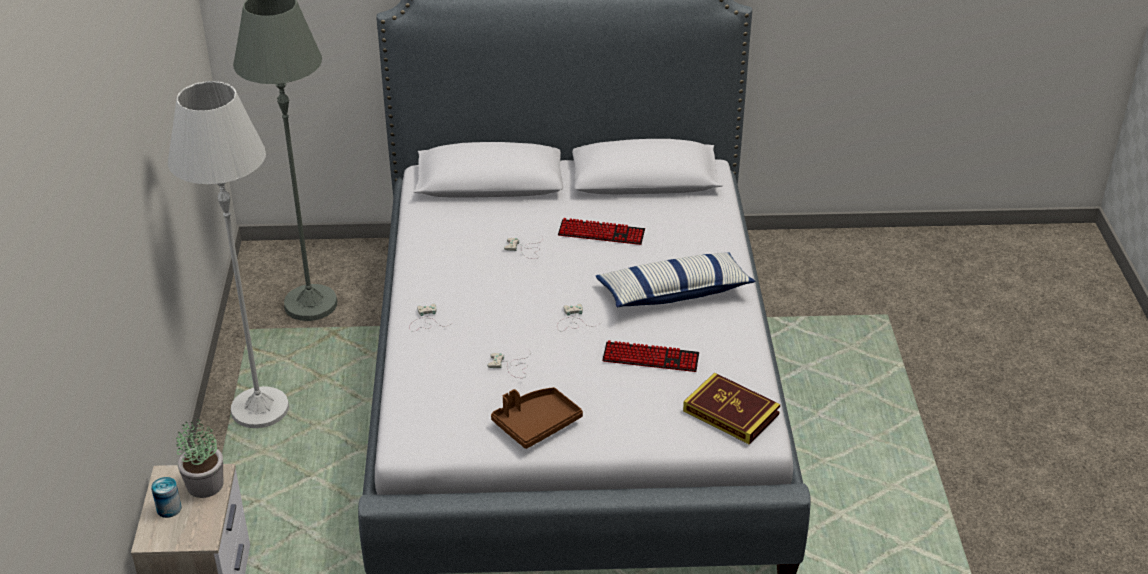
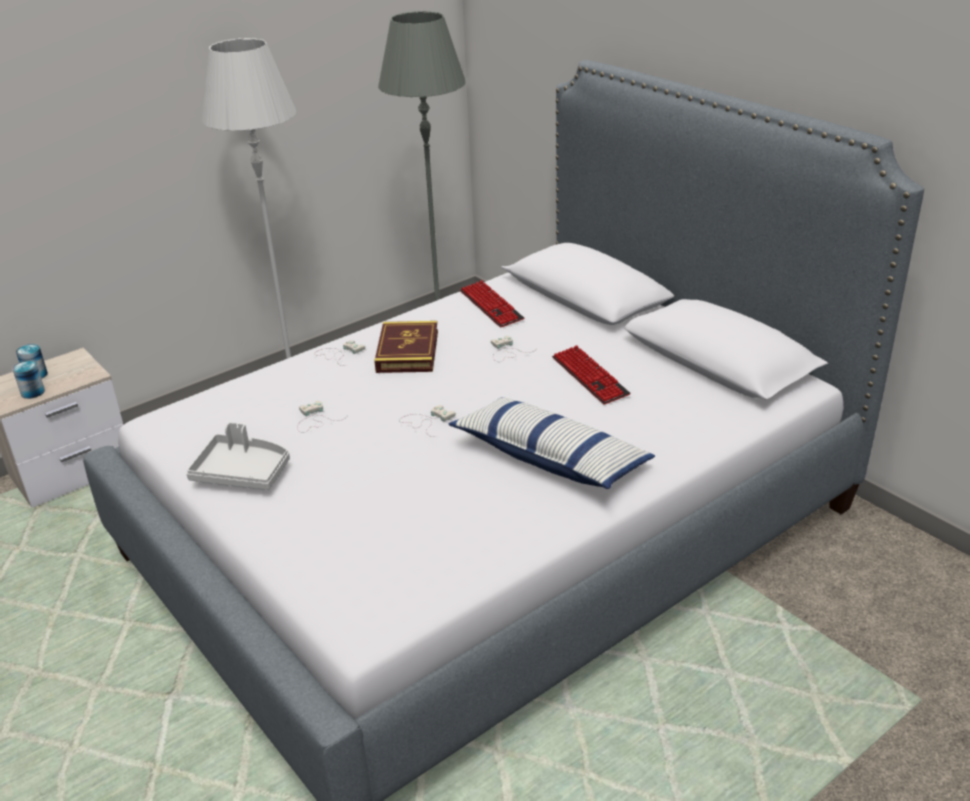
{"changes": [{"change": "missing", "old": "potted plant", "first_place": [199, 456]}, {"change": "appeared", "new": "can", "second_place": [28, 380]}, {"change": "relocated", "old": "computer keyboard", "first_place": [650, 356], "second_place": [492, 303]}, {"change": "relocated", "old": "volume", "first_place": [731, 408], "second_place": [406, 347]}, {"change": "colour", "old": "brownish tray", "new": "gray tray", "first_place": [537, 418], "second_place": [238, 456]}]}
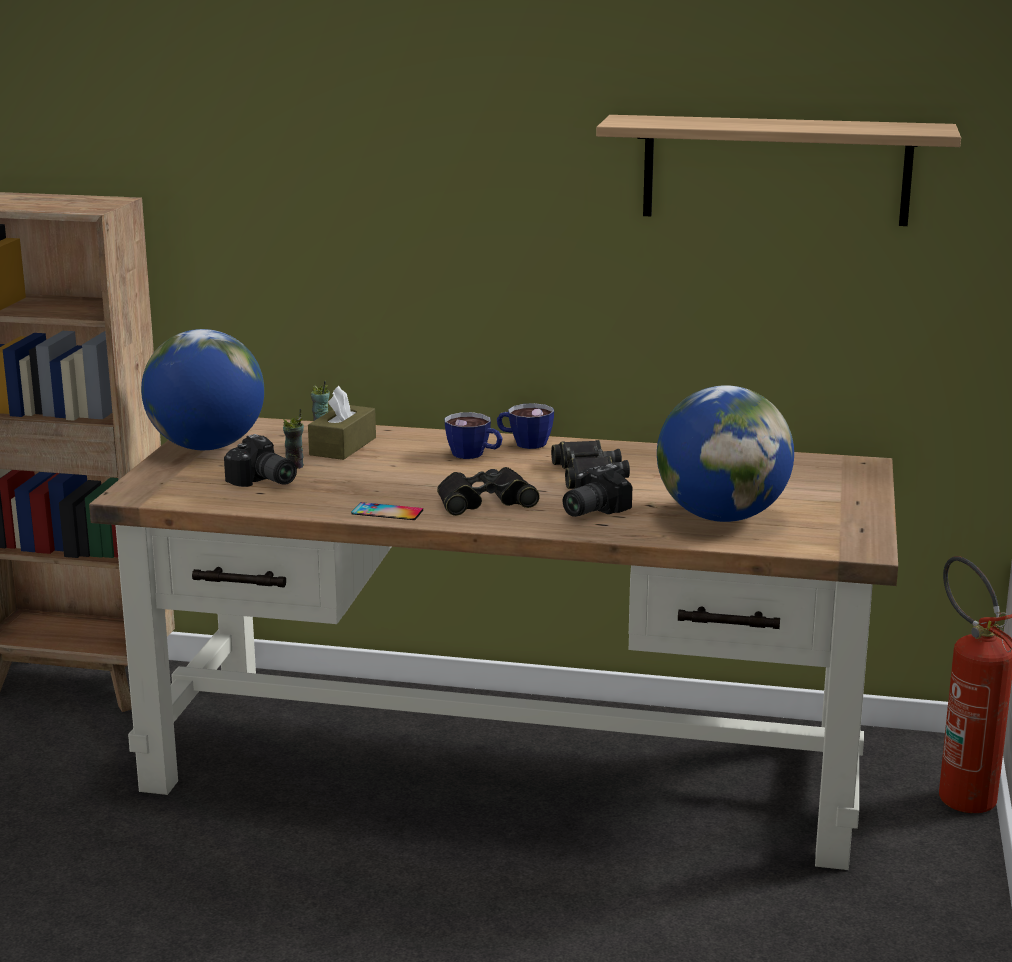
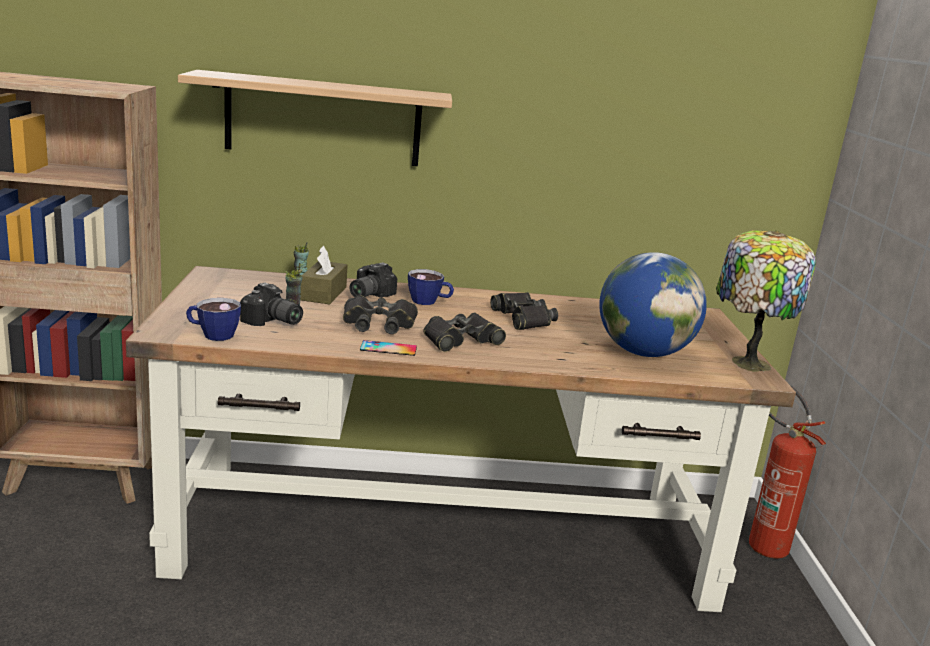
{"changes": [{"change": "missing", "old": "globe", "first_place": [203, 389]}, {"change": "appeared", "new": "black-coloured field glasses", "second_place": [380, 314]}, {"change": "appeared", "new": "tabletop lamp", "second_place": [766, 301]}, {"change": "relocated", "old": "small cup", "first_place": [525, 426], "second_place": [213, 319]}, {"change": "relocated", "old": "still camera", "first_place": [597, 490], "second_place": [373, 279]}, {"change": "relocated", "old": "bracket shelf", "first_place": [778, 170], "second_place": [315, 118]}]}
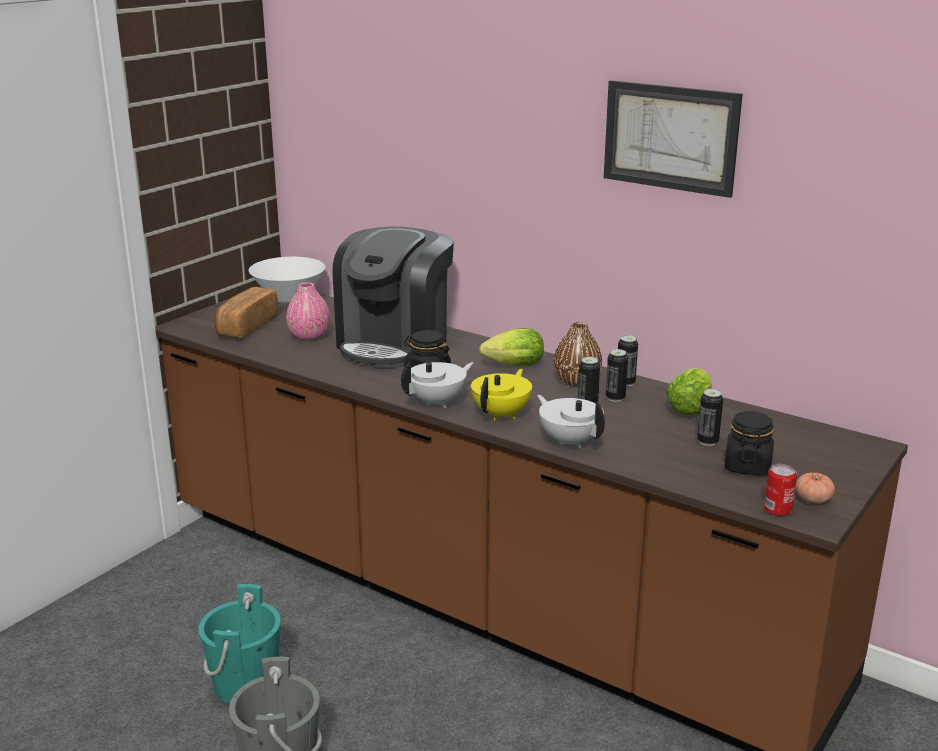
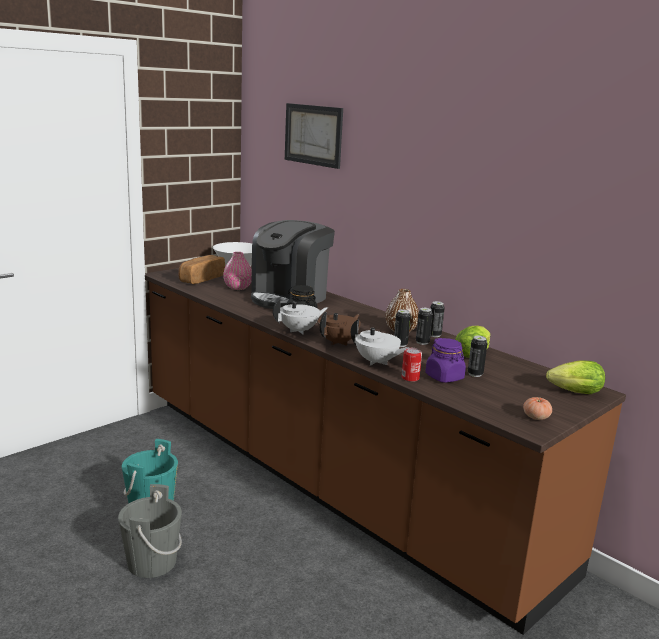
{"changes": [{"change": "missing", "old": "black-coloured jar", "first_place": [749, 443]}, {"change": "appeared", "new": "purple jar", "second_place": [445, 360]}, {"change": "relocated", "old": "lettuce", "first_place": [511, 347], "second_place": [575, 377]}, {"change": "relocated", "old": "wall picture", "first_place": [673, 139], "second_place": [314, 136]}, {"change": "relocated", "old": "can", "first_place": [780, 490], "second_place": [411, 365]}, {"change": "colour", "old": "yellowish pot for tea", "new": "brownish pot for tea", "first_place": [501, 395], "second_place": [339, 329]}, {"change": "spun", "old": "whitish pot for tea", "first_place": [571, 421], "second_place": [380, 342], "degrees": 150}]}
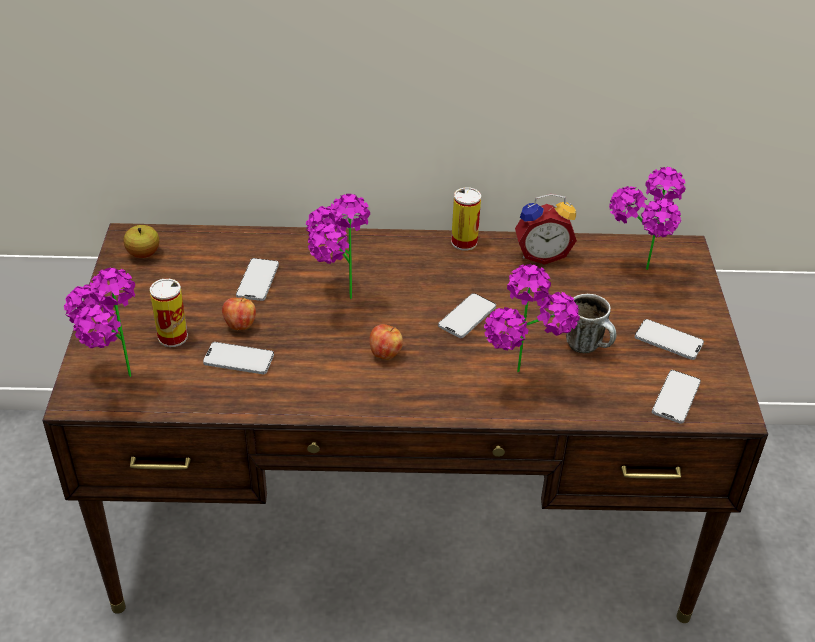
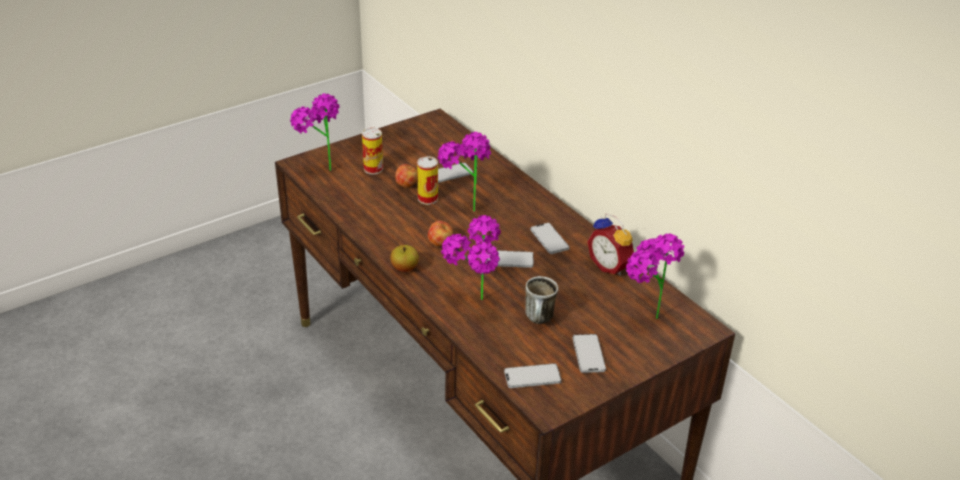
{"changes": [{"change": "relocated", "old": "apple fruit", "first_place": [141, 241], "second_place": [404, 258]}, {"change": "relocated", "old": "telephone", "first_place": [238, 358], "second_place": [550, 238]}, {"change": "relocated", "old": "can", "first_place": [466, 219], "second_place": [427, 180]}]}
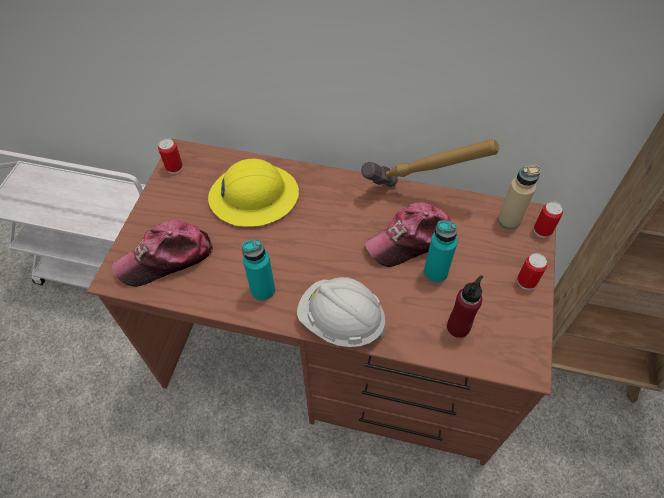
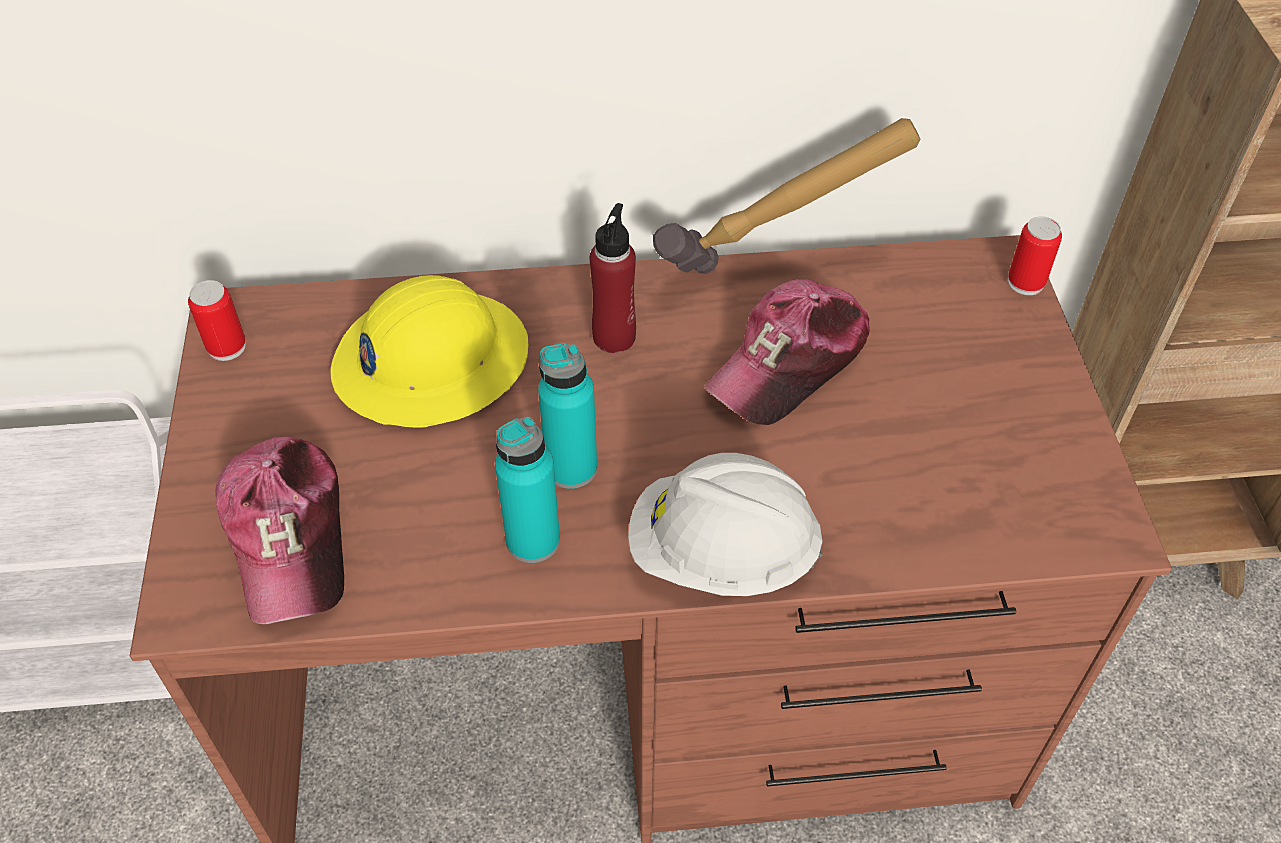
{"changes": [{"change": "missing", "old": "sand-coloured drink bottle", "first_place": [519, 197]}, {"change": "missing", "old": "can", "first_place": [532, 271]}, {"change": "relocated", "old": "blue-green drink bottle", "first_place": [441, 252], "second_place": [567, 416]}, {"change": "relocated", "old": "reddish drink bottle", "first_place": [465, 306], "second_place": [613, 278]}, {"change": "spun", "old": "peaked cap", "first_place": [162, 254], "second_place": [279, 530], "degrees": -60}]}
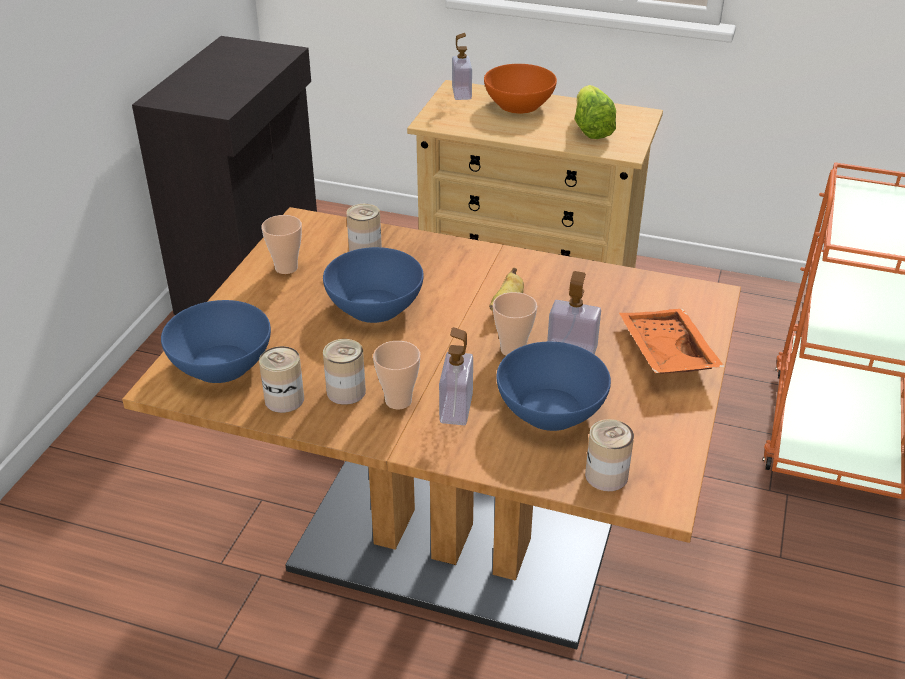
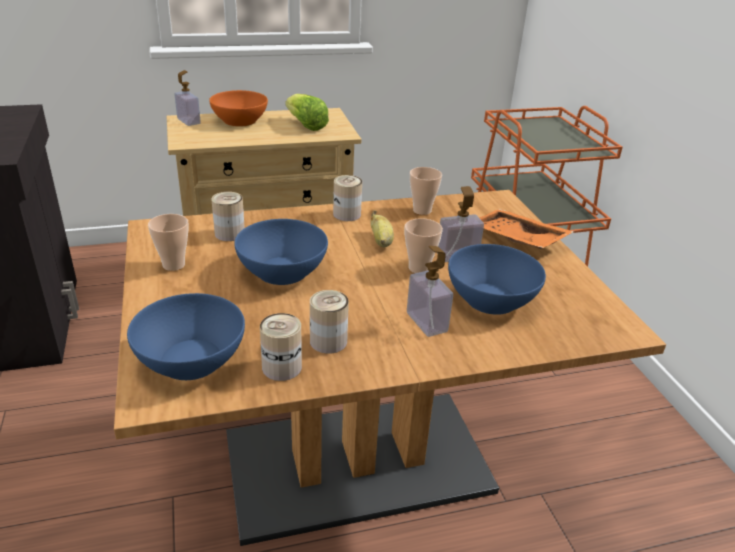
{"changes": [{"change": "relocated", "old": "small cup", "first_place": [396, 375], "second_place": [426, 191]}, {"change": "relocated", "old": "can", "first_place": [609, 455], "second_place": [347, 198]}]}
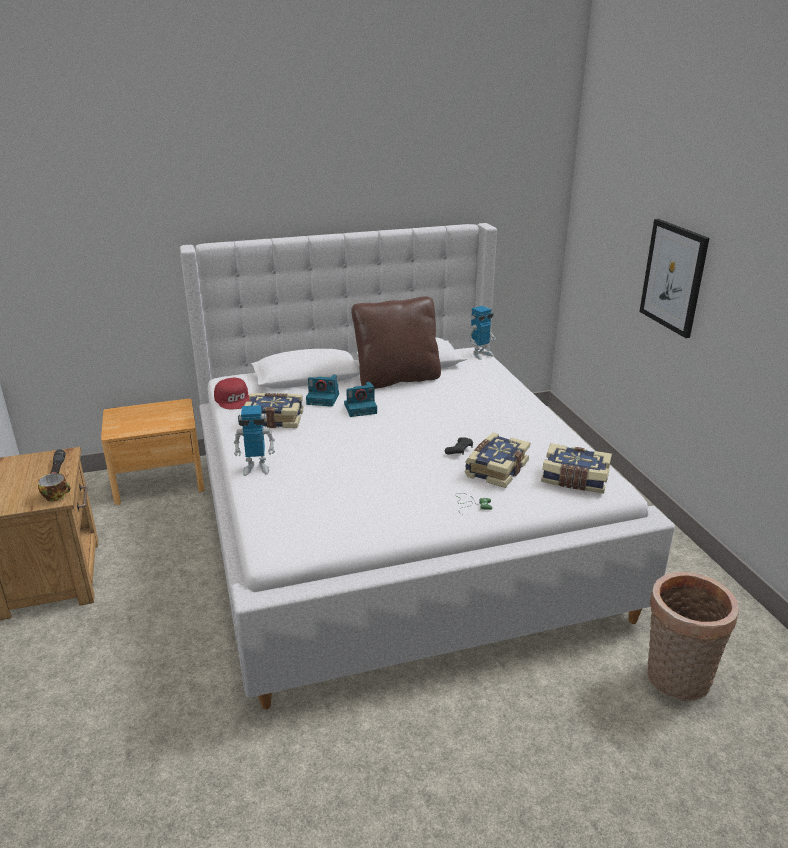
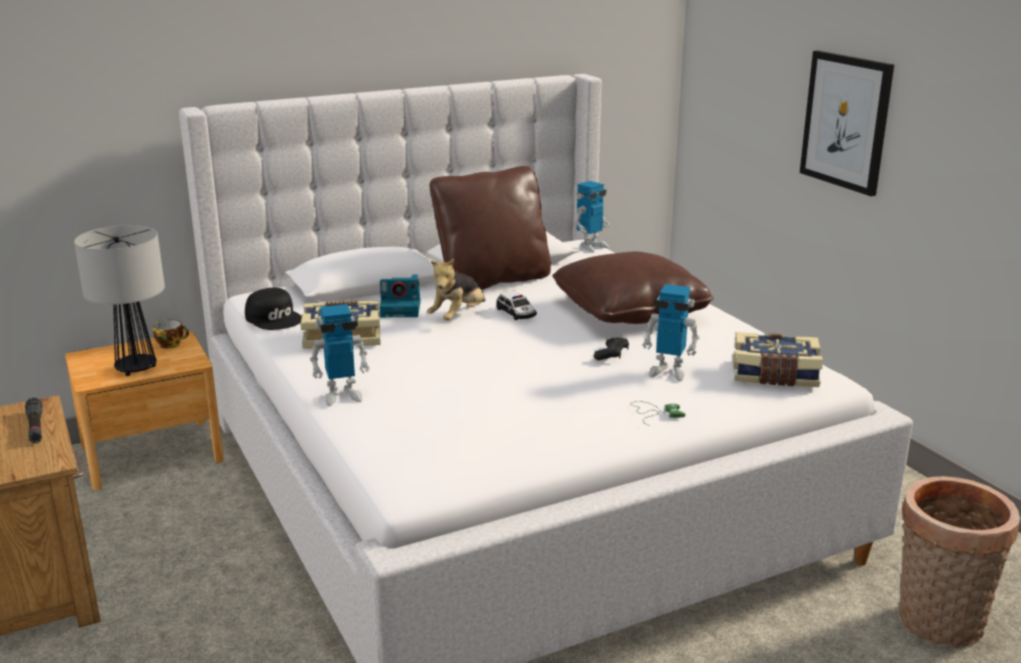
{"changes": [{"change": "appeared", "new": "tabletop lamp", "second_place": [119, 300]}, {"change": "appeared", "new": "toy car", "second_place": [517, 305]}, {"change": "appeared", "new": "brownish cushion", "second_place": [633, 287]}, {"change": "relocated", "old": "small cup", "first_place": [54, 487], "second_place": [171, 334]}, {"change": "exchanged", "old": "still camera", "new": "plush toy", "first_place": [360, 399], "second_place": [456, 289]}, {"change": "exchanged", "old": "volume", "new": "toy robot", "first_place": [497, 460], "second_place": [671, 333]}, {"change": "colour", "old": "reddish peaked cap", "new": "black-coloured peaked cap", "first_place": [232, 393], "second_place": [273, 309]}]}
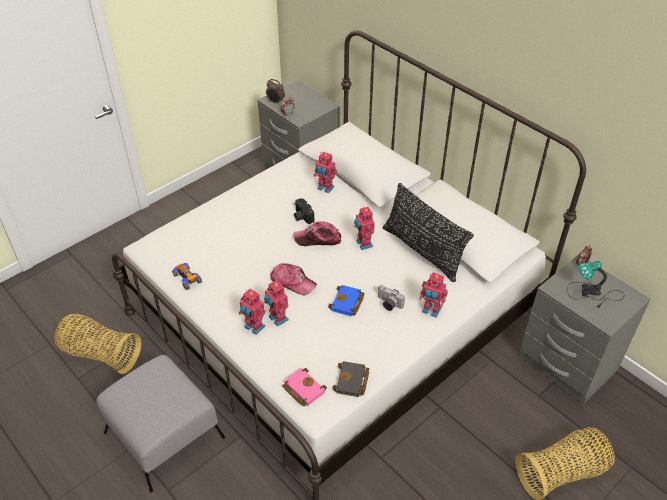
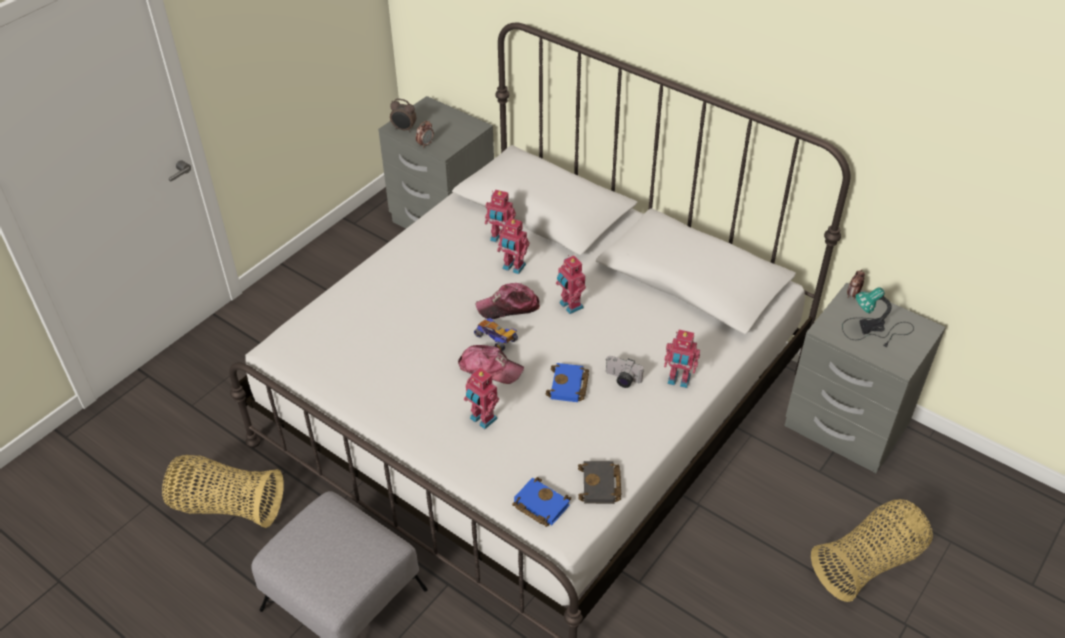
{"changes": [{"change": "missing", "old": "still camera", "first_place": [304, 211]}, {"change": "missing", "old": "black-coloured cushion", "first_place": [428, 232]}, {"change": "relocated", "old": "toy car", "first_place": [187, 276], "second_place": [496, 334]}, {"change": "relocated", "old": "toy robot", "first_place": [252, 312], "second_place": [513, 246]}, {"change": "colour", "old": "pink volume", "new": "bluish volume", "first_place": [304, 387], "second_place": [541, 502]}]}
